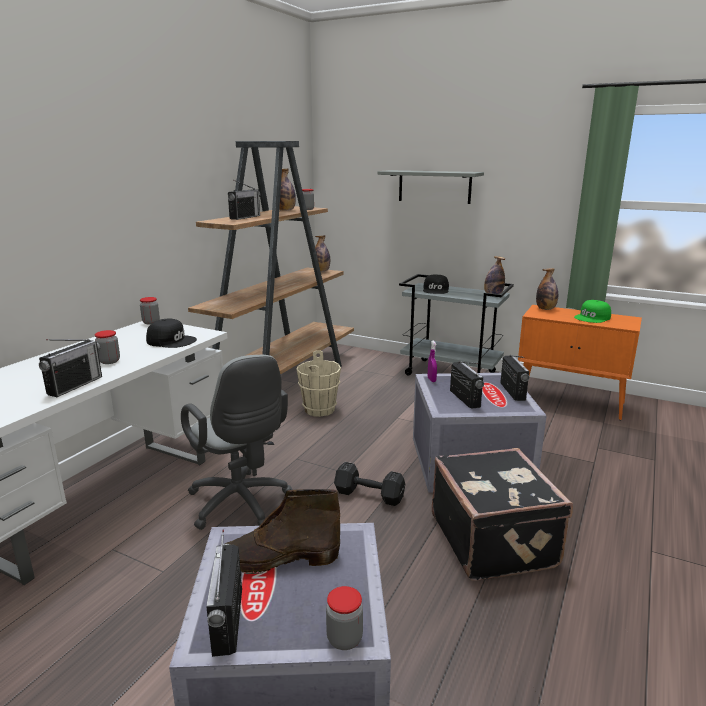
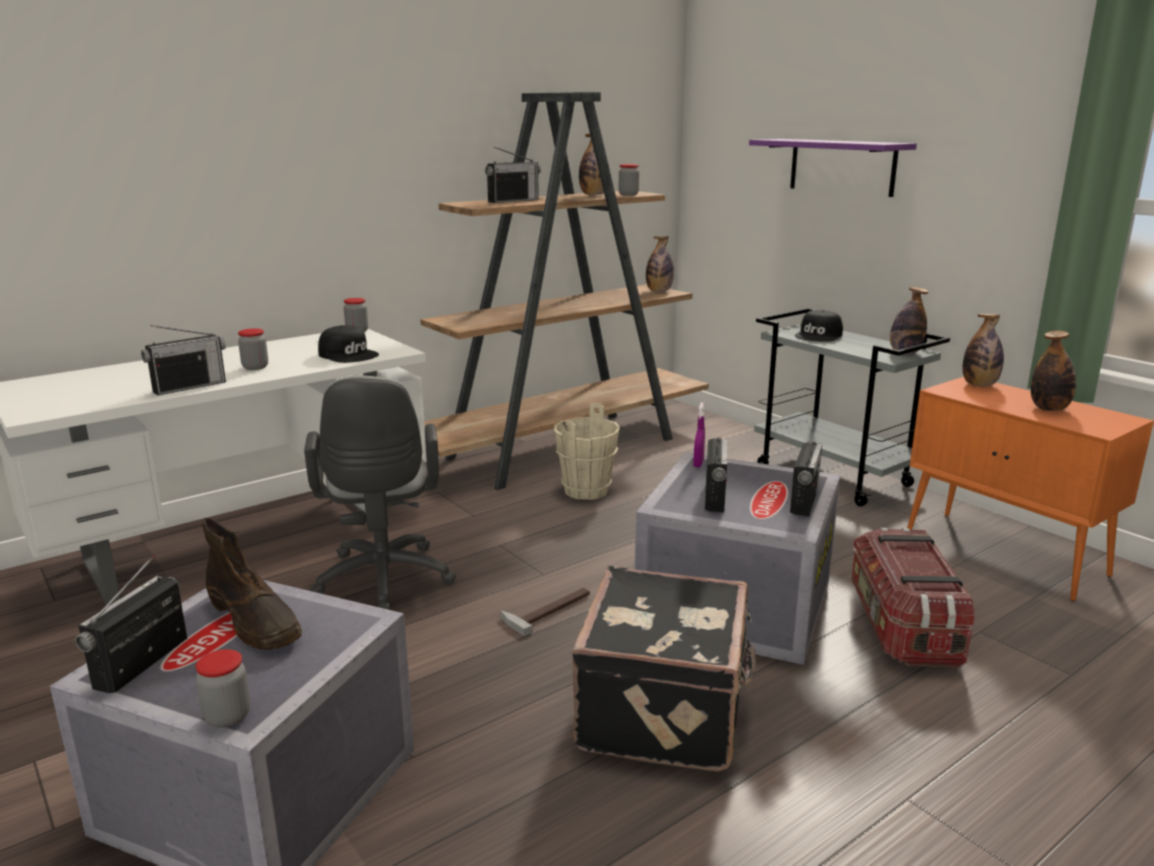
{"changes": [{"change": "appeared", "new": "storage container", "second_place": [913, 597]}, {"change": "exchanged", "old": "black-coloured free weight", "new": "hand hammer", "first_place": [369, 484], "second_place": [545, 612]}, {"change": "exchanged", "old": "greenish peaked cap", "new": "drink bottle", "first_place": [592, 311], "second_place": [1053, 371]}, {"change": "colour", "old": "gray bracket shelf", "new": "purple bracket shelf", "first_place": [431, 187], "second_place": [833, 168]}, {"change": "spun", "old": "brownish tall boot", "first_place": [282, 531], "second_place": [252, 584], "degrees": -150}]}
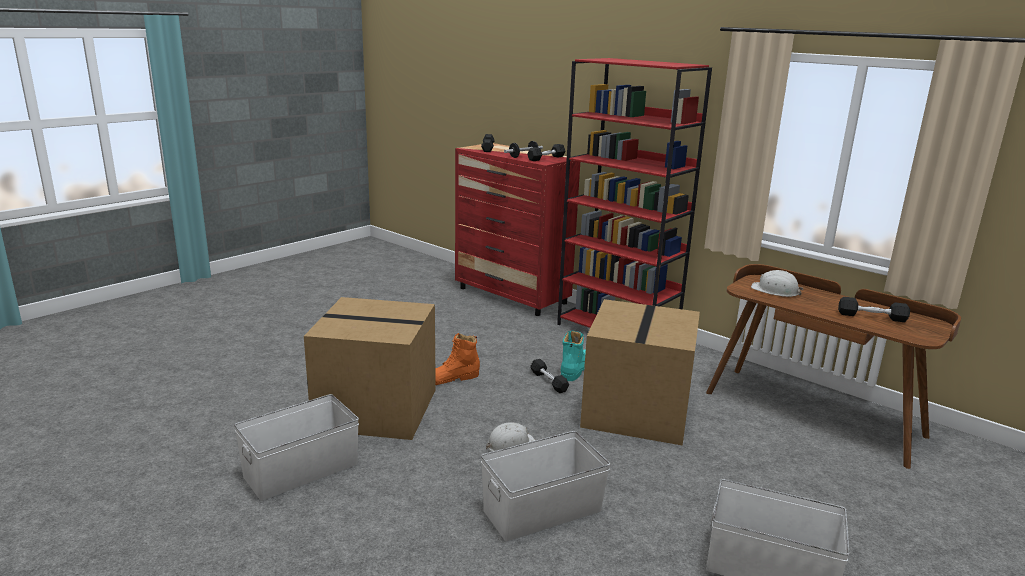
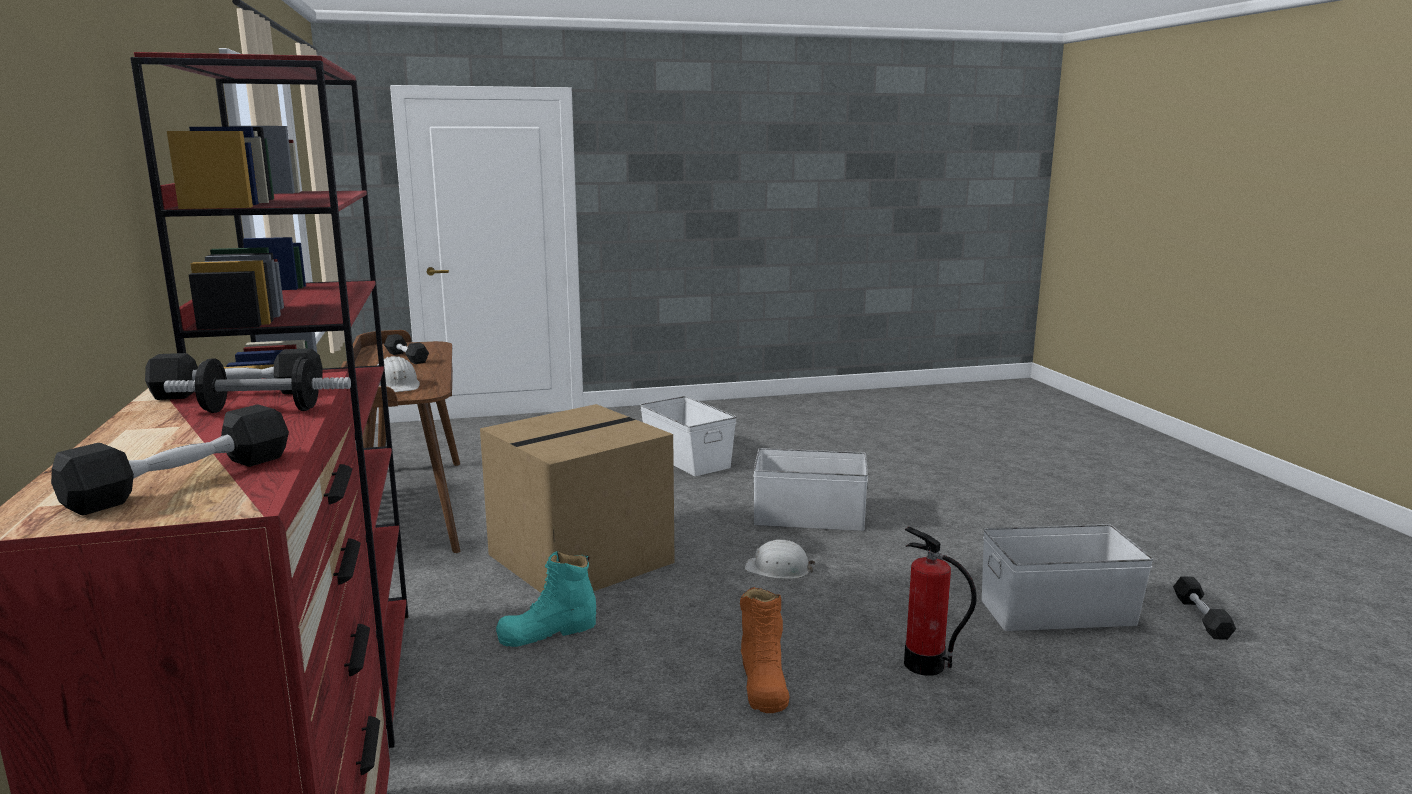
{"changes": [{"change": "relocated", "old": "black-coloured free weight", "first_place": [549, 376], "second_place": [1204, 608]}, {"change": "exchanged", "old": "packing box", "new": "fire-fighting cylinder", "first_place": [370, 368], "second_place": [940, 601]}, {"change": "spun", "old": "orange tall boot", "first_place": [457, 359], "second_place": [765, 650], "degrees": 75}]}
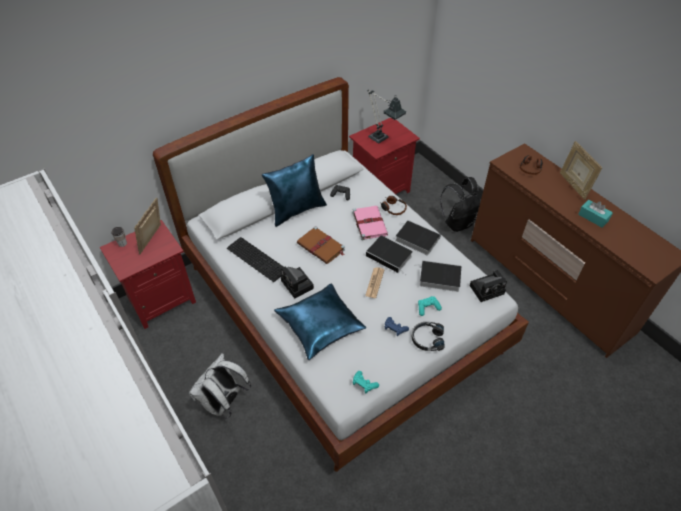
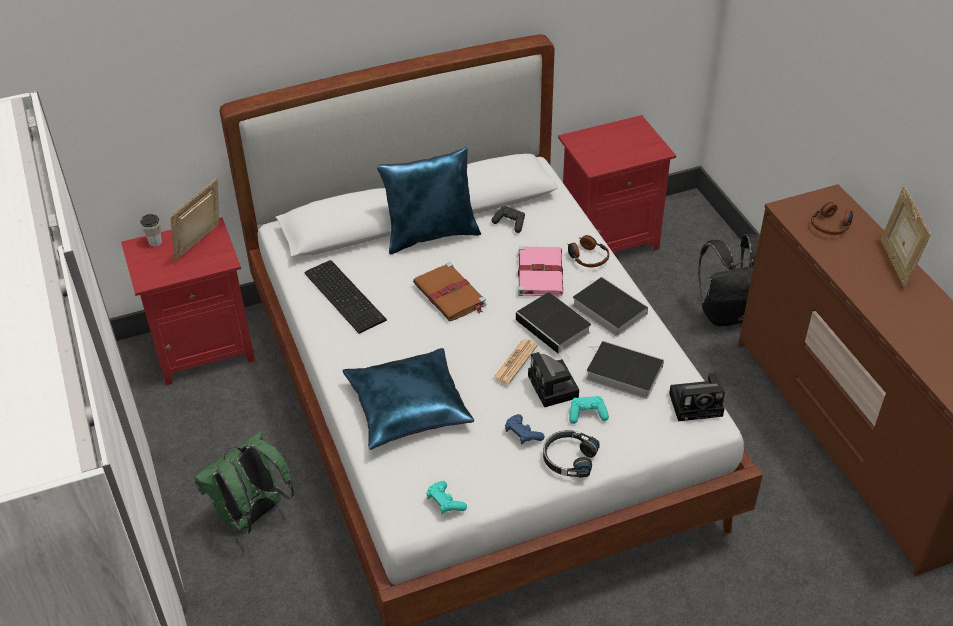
{"changes": [{"change": "missing", "old": "tabletop lamp", "first_place": [386, 116]}, {"change": "missing", "old": "blue-green box of tissues", "first_place": [595, 214]}, {"change": "relocated", "old": "still camera", "first_place": [297, 282], "second_place": [553, 379]}, {"change": "colour", "old": "whitish knapsack", "new": "greenish knapsack", "first_place": [220, 386], "second_place": [244, 482]}]}
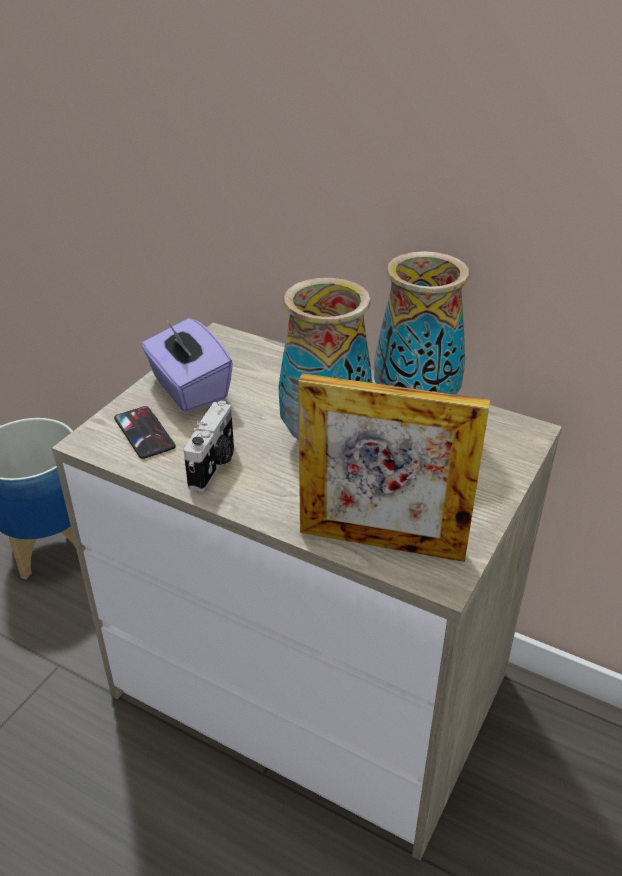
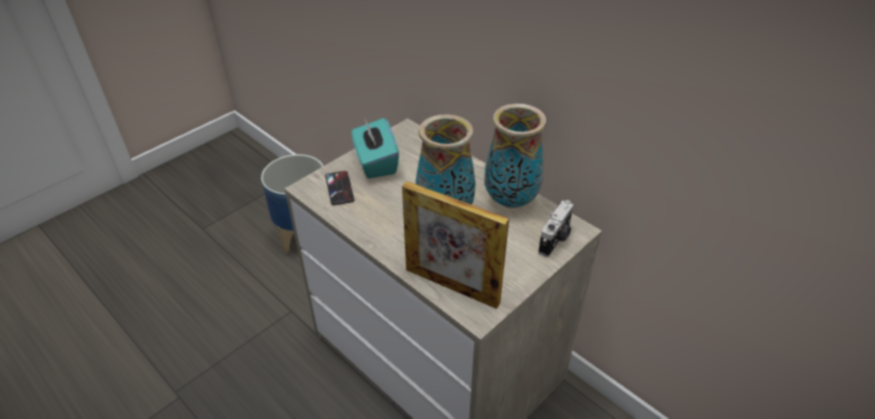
{"changes": [{"change": "relocated", "old": "still camera", "first_place": [209, 446], "second_place": [556, 228]}, {"change": "colour", "old": "purple box of tissues", "new": "blue-green box of tissues", "first_place": [187, 364], "second_place": [375, 148]}]}
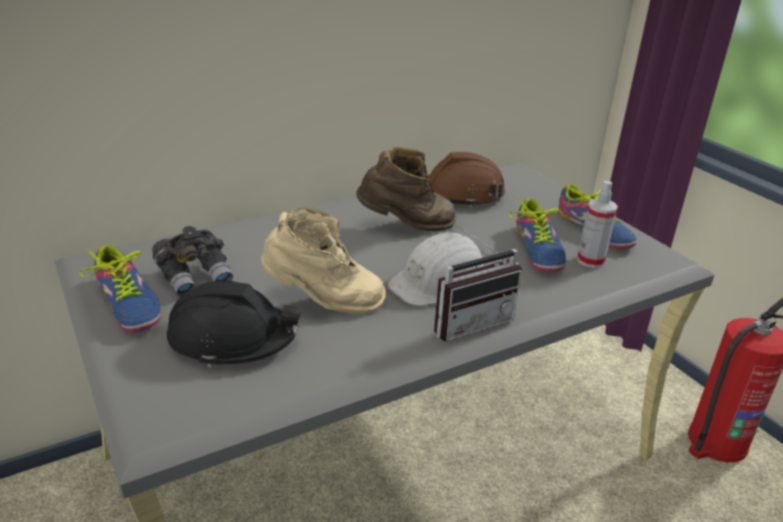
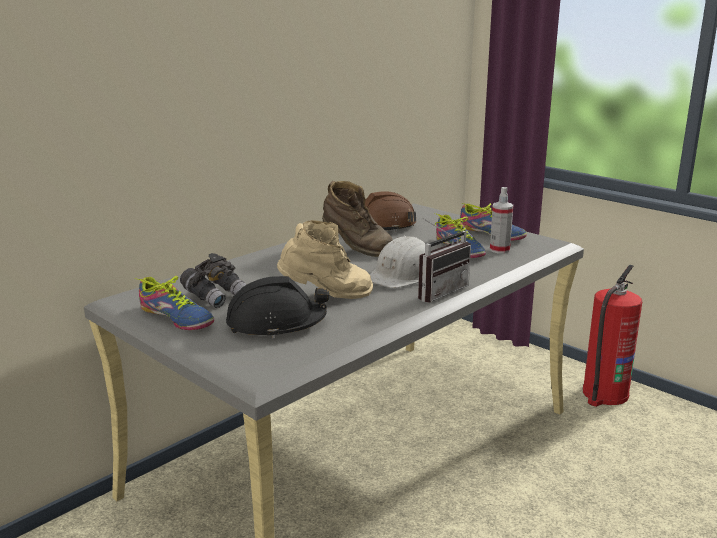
{"changes": [{"change": "spun", "old": "brownish tall boot", "first_place": [406, 189], "second_place": [357, 219], "degrees": 60}]}
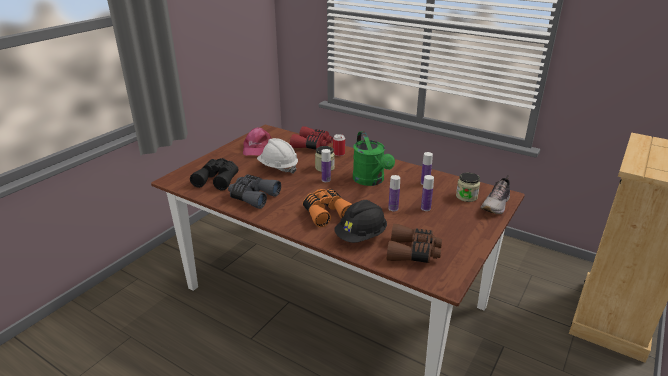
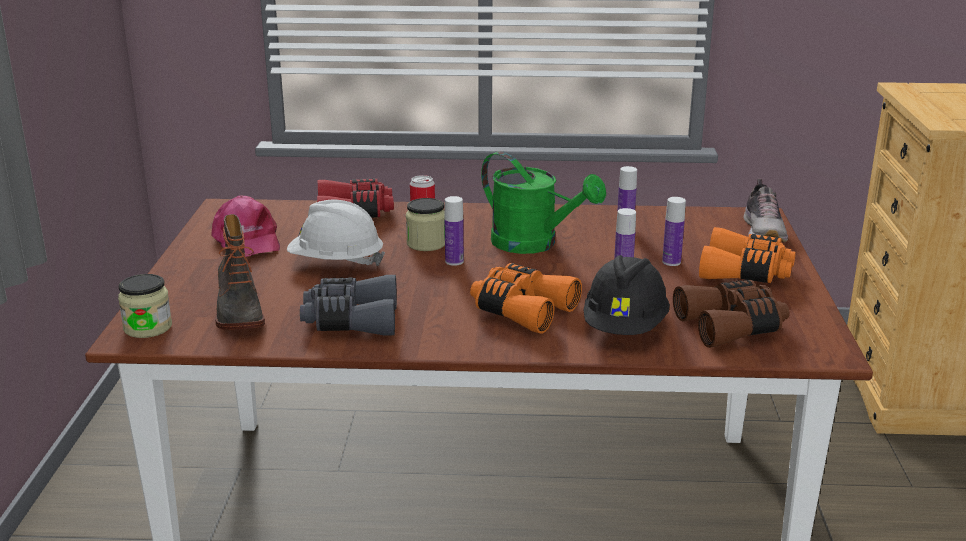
{"changes": [{"change": "appeared", "new": "orange field glasses", "second_place": [747, 255]}, {"change": "relocated", "old": "jar", "first_place": [468, 187], "second_place": [145, 306]}, {"change": "exchanged", "old": "black-coloured field glasses", "new": "tall boot", "first_place": [214, 174], "second_place": [240, 272]}]}
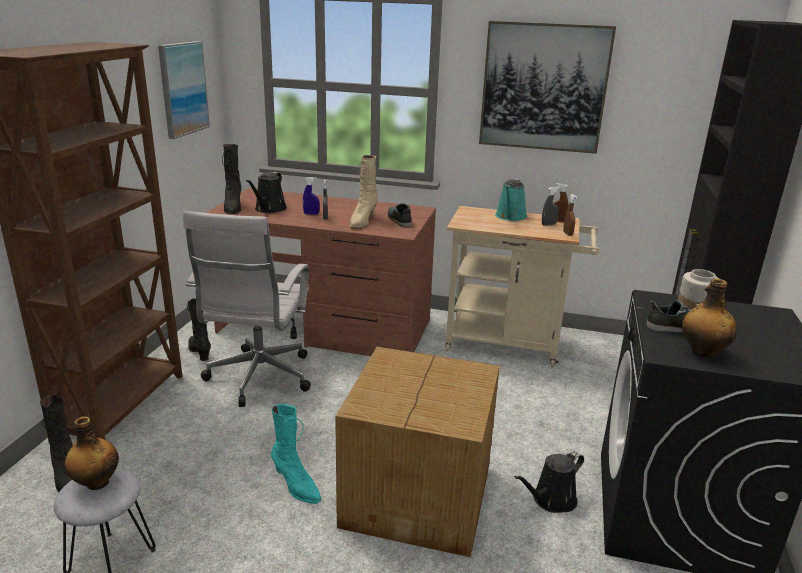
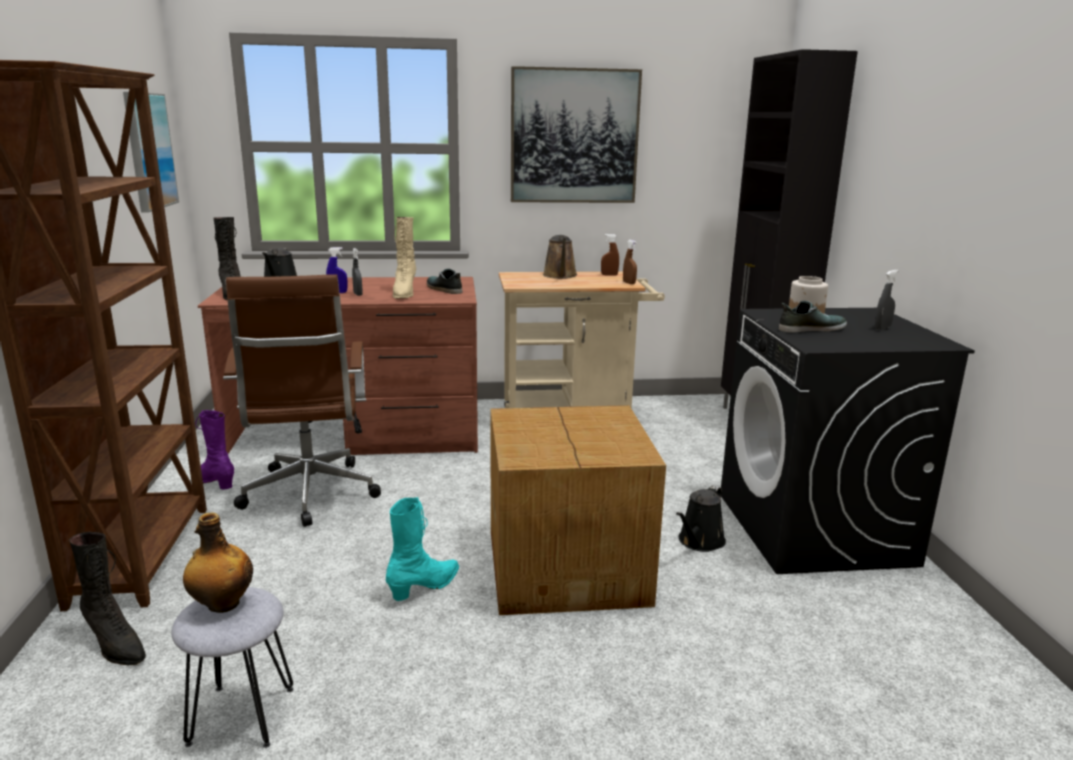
{"changes": [{"change": "missing", "old": "drink bottle", "first_place": [709, 318]}, {"change": "relocated", "old": "gray spray bottle", "first_place": [551, 206], "second_place": [887, 300]}, {"change": "colour", "old": "whitish computer chair", "new": "brownish computer chair", "first_place": [247, 309], "second_place": [302, 400]}, {"change": "colour", "old": "black-coloured tall boot", "new": "purple tall boot", "first_place": [199, 329], "second_place": [214, 450]}, {"change": "colour", "old": "blue-green watering can", "new": "brownish watering can", "first_place": [511, 200], "second_place": [560, 257]}, {"change": "spun", "old": "blue-green tall boot", "first_place": [296, 454], "second_place": [422, 549], "degrees": -75}]}
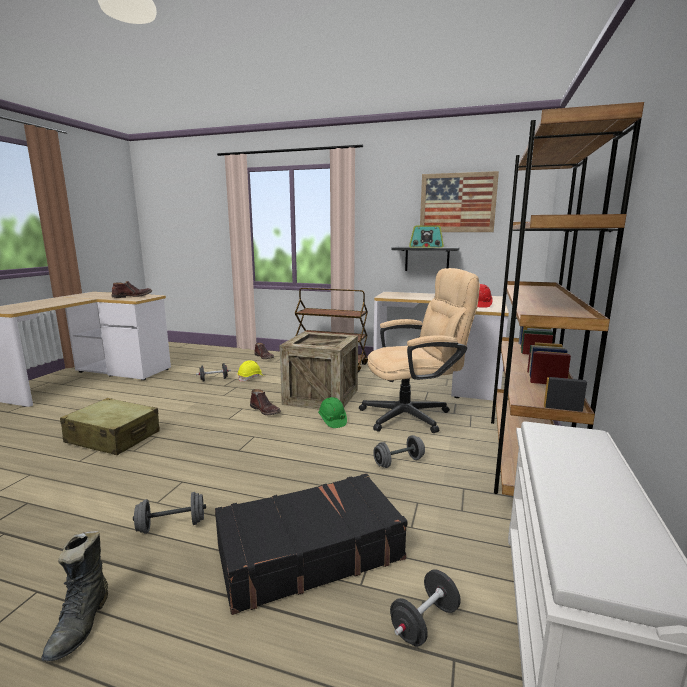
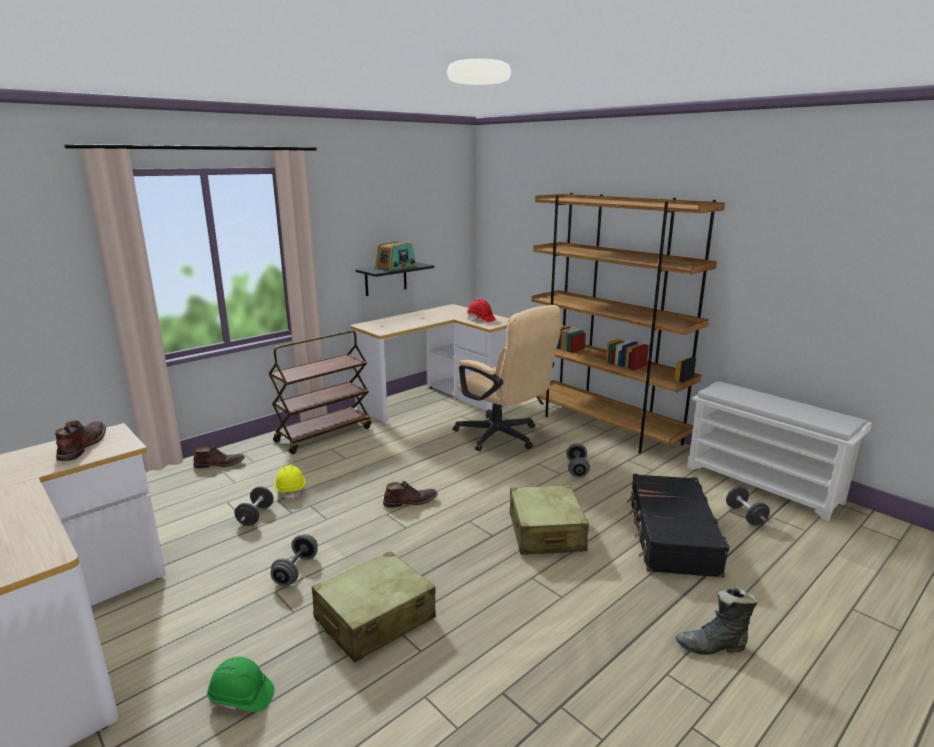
{"changes": [{"change": "missing", "old": "packing crate", "first_place": [318, 371]}, {"change": "missing", "old": "wall picture", "first_place": [459, 201]}, {"change": "appeared", "new": "sand-coloured piece of luggage", "second_place": [549, 520]}, {"change": "relocated", "old": "gray free weight", "first_place": [169, 513], "second_place": [294, 560]}, {"change": "relocated", "old": "greenish hard hat", "first_place": [332, 412], "second_place": [240, 684]}, {"change": "spun", "old": "black-coloured tall boot", "first_place": [74, 596], "second_place": [716, 621], "degrees": 150}, {"change": "spun", "old": "sand-coloured computer chair", "first_place": [419, 350], "second_place": [507, 378], "degrees": 120}]}
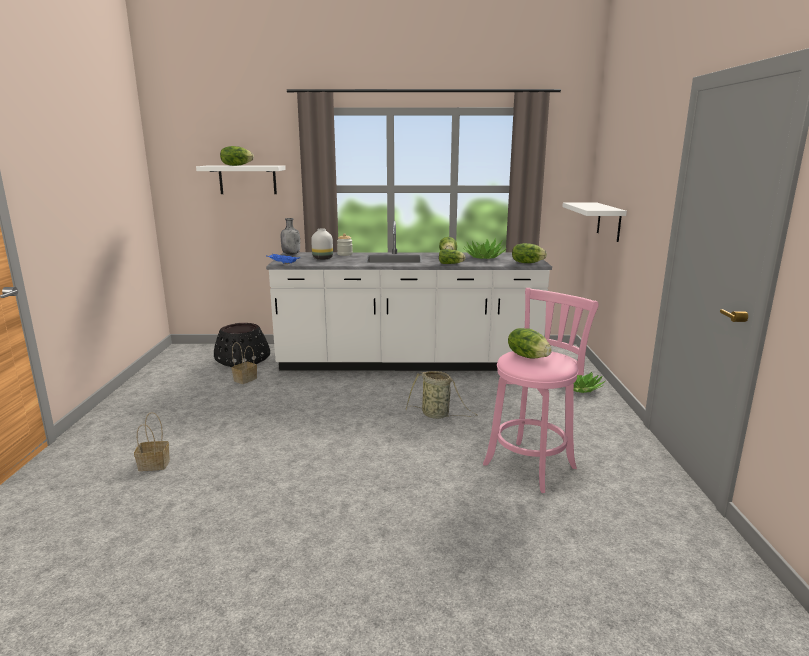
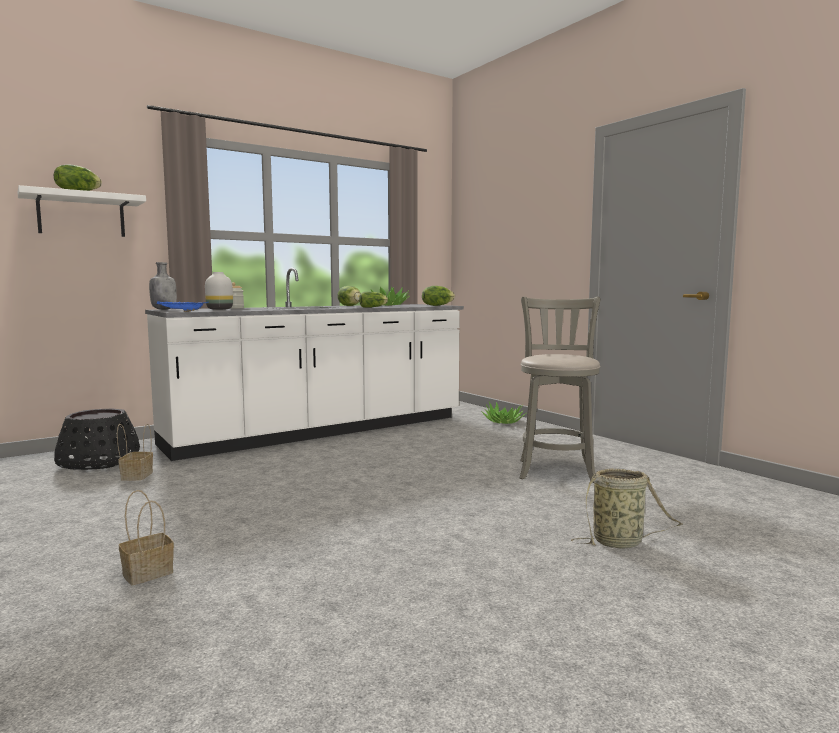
{"changes": [{"change": "missing", "old": "lettuce", "first_place": [530, 343]}, {"change": "missing", "old": "whitish bracket shelf", "first_place": [594, 222]}, {"change": "relocated", "old": "storage basket", "first_place": [442, 395], "second_place": [626, 508]}, {"change": "colour", "old": "pink stool seat", "new": "gray stool seat", "first_place": [541, 390], "second_place": [559, 390]}]}
